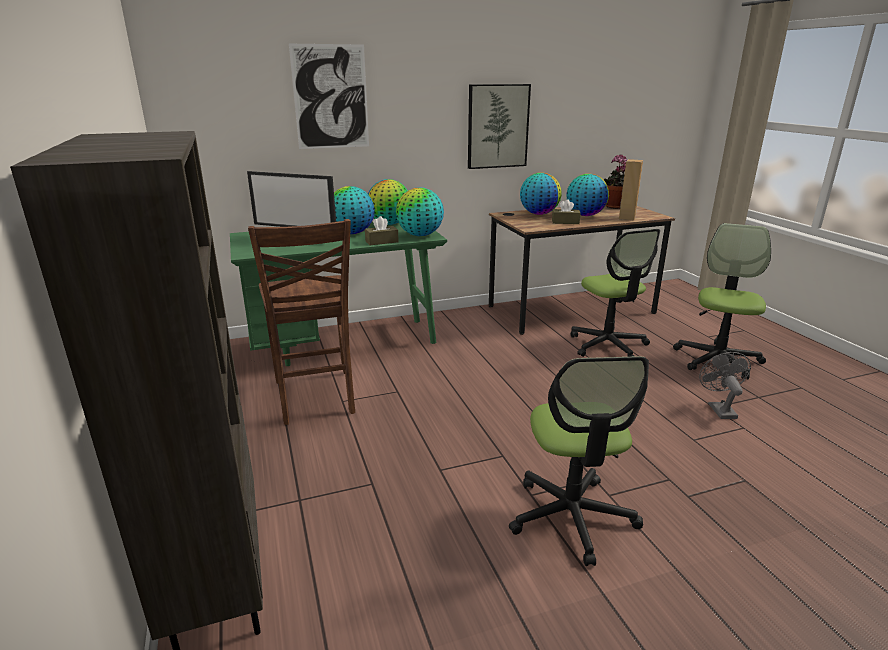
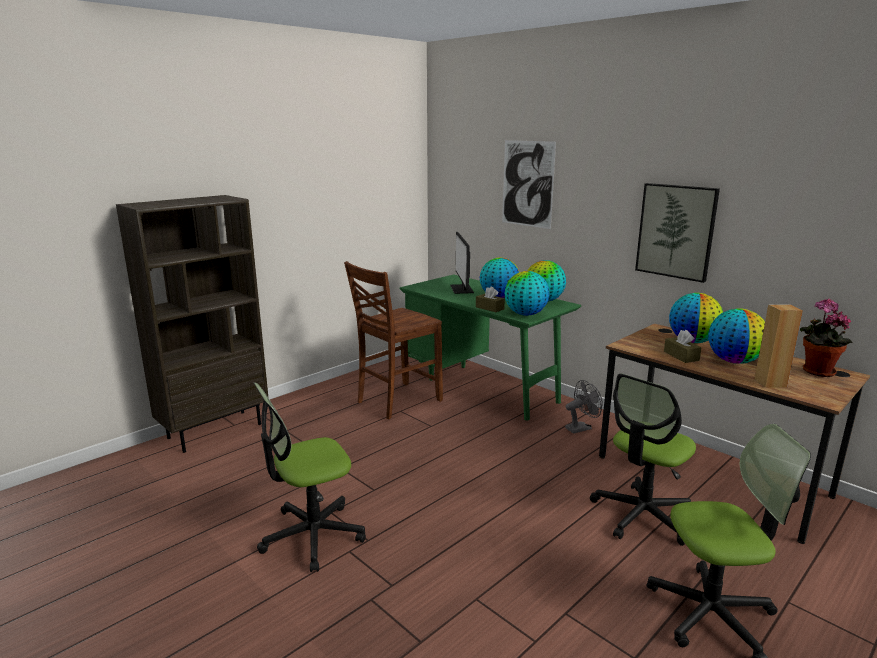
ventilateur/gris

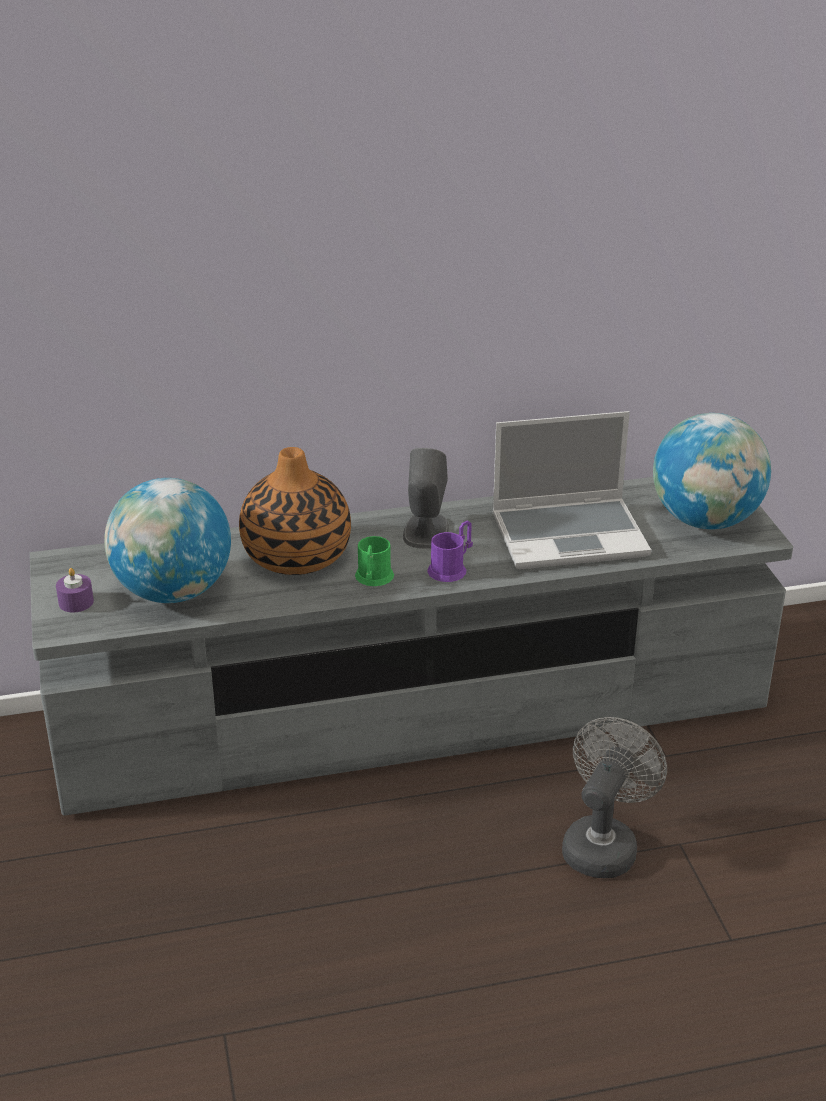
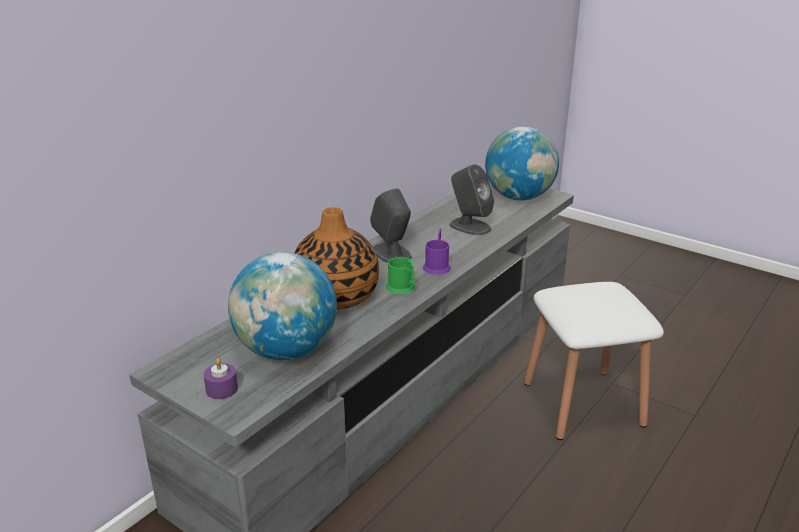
enceinte/gris (no. 2 from left)
tabouret/blanc

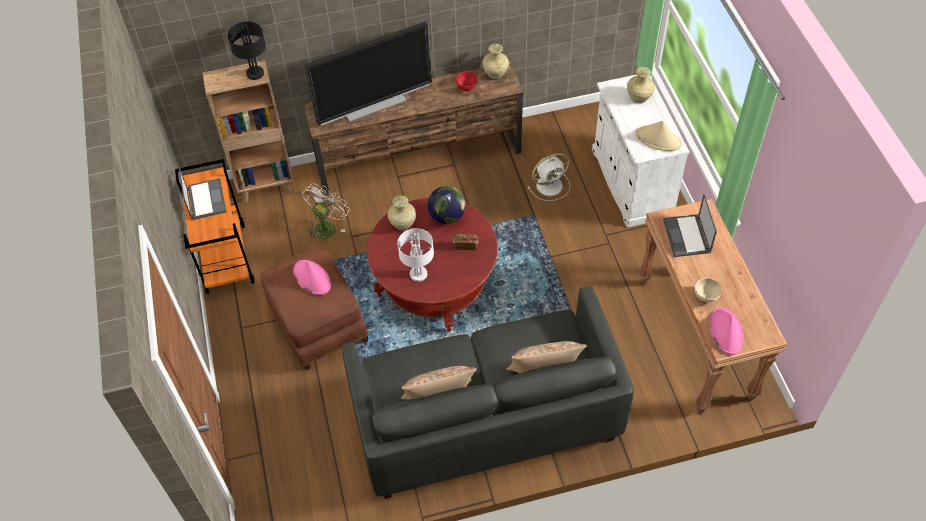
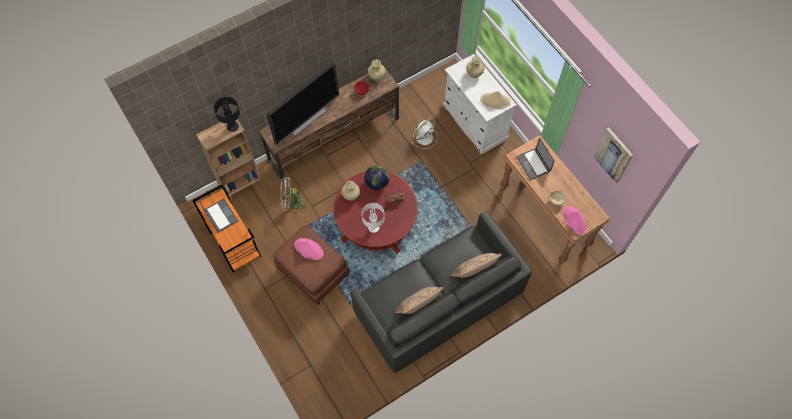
ventilateur/blanc (no. 1 from left)
tableau

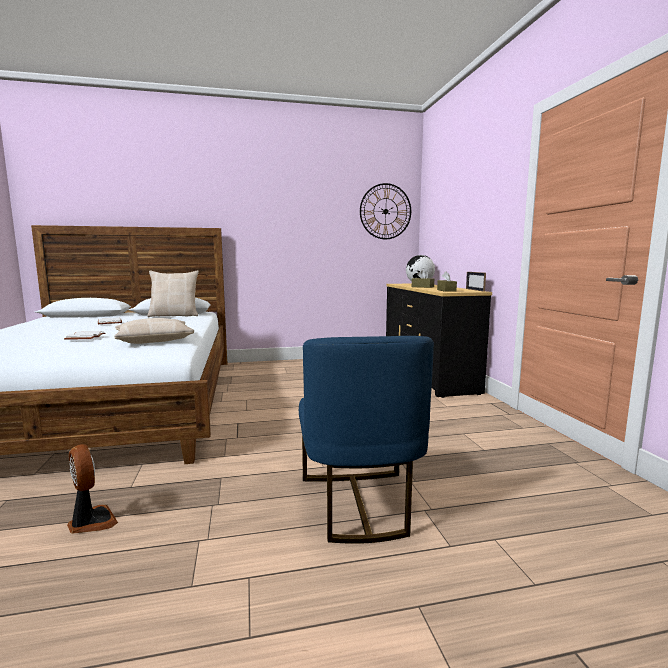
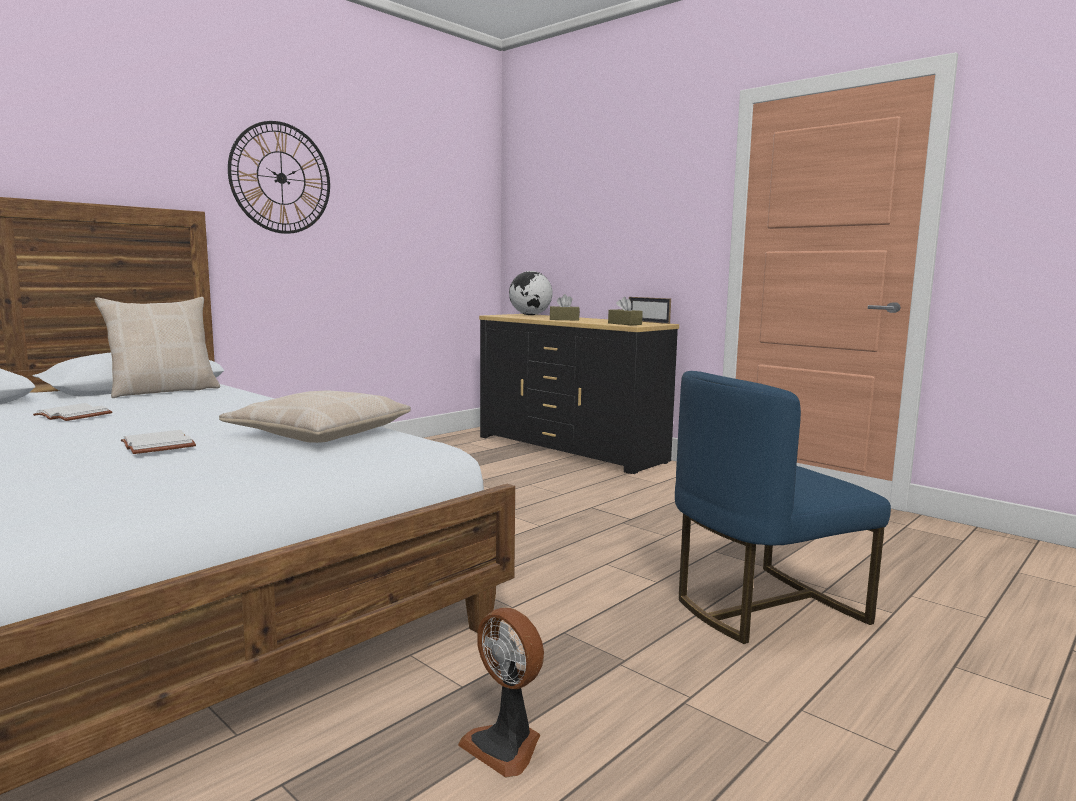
ventilateur
chaise/bleu
horloge murale

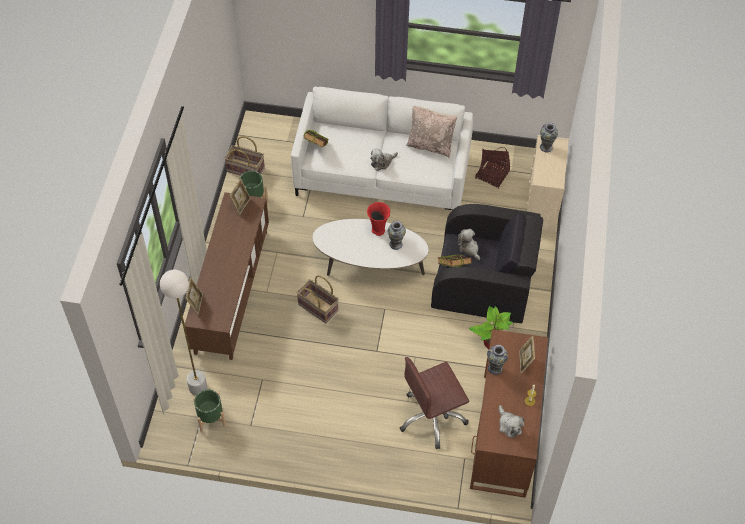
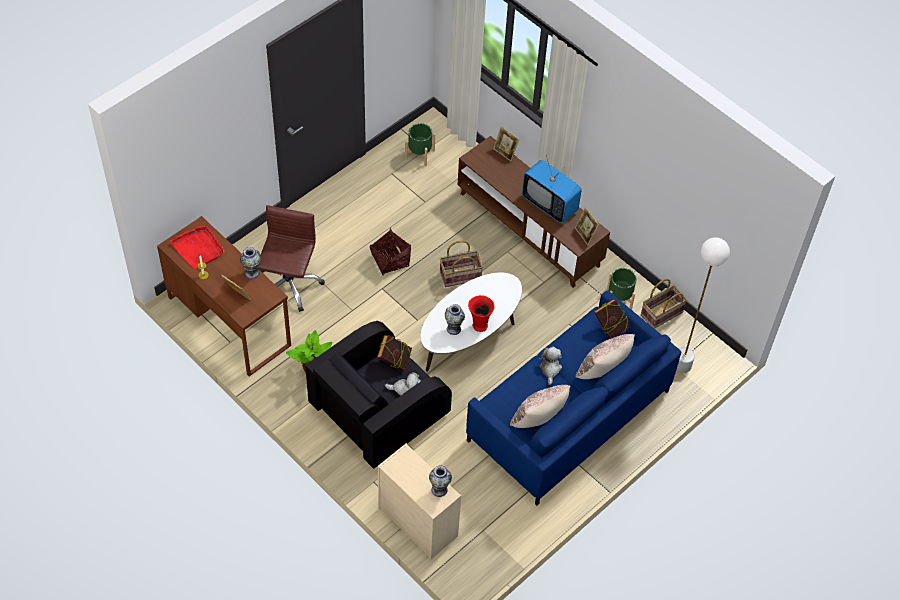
lampadaire/blanc
canapé/bleu
panier (no. 1 from left)
plateau/rouge
téléviseur
coussin/beige (no. 2 from left)

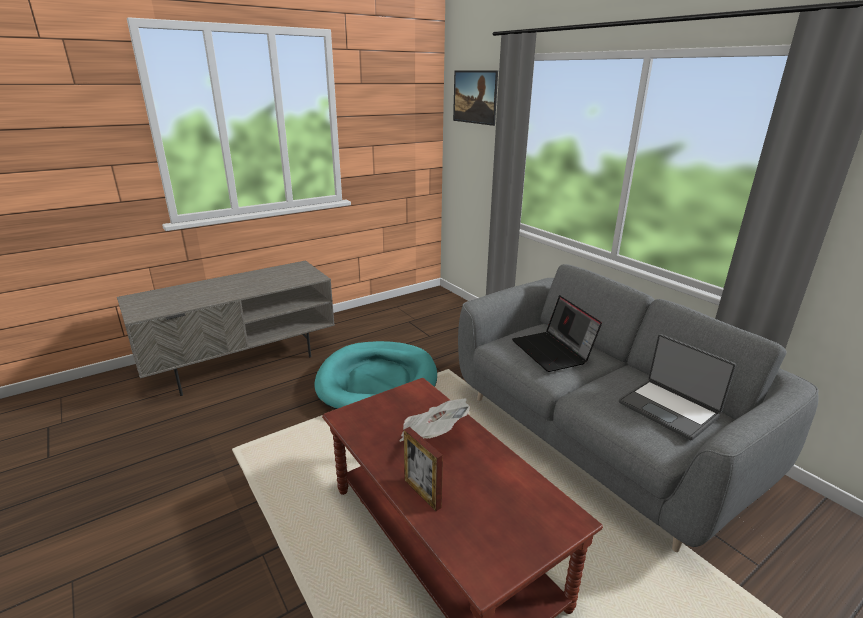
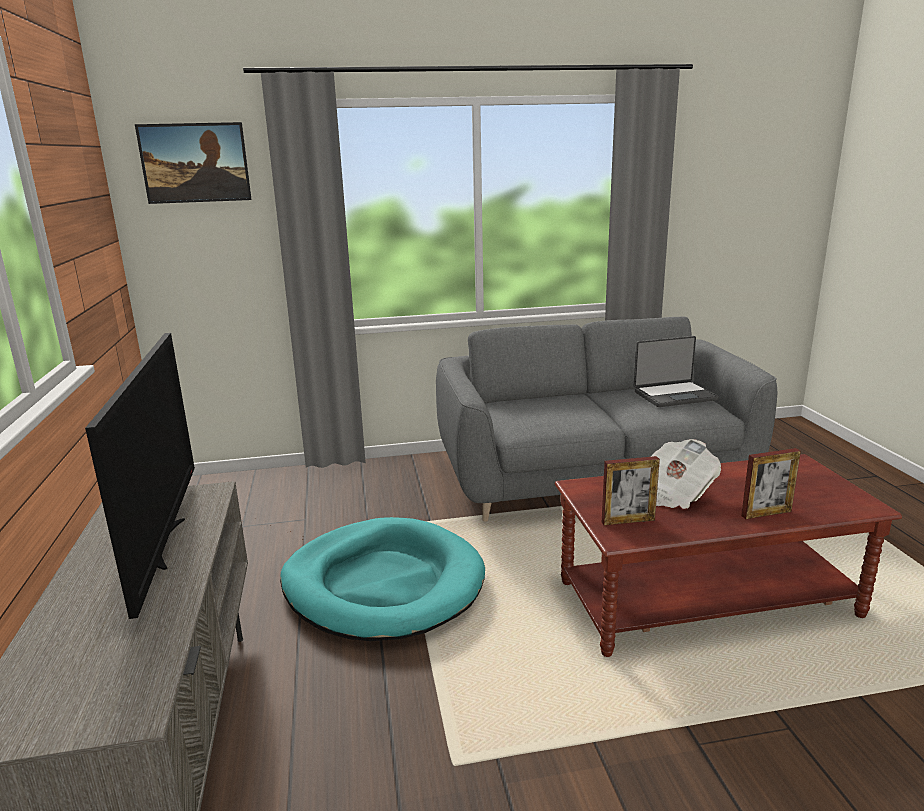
ordinateur portable (no. 1 from left in the first image)
téléviseur
cadre photo (no. 1 from left)

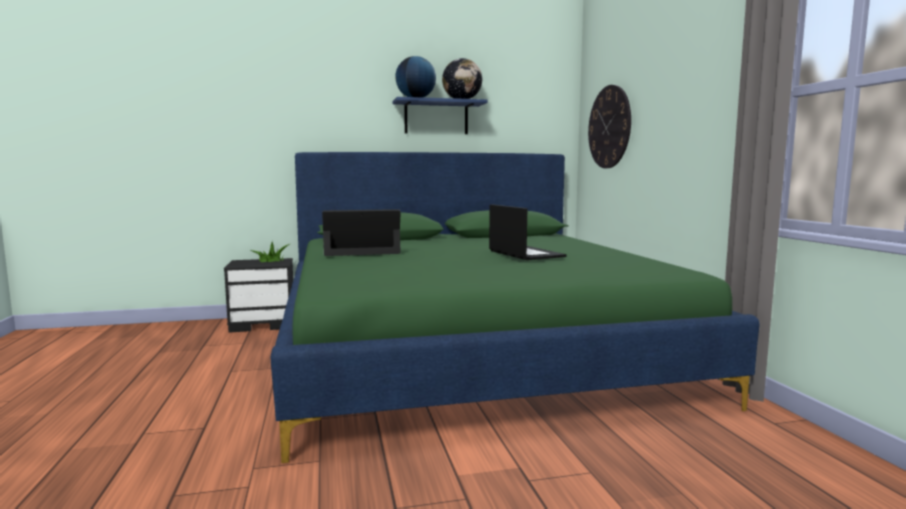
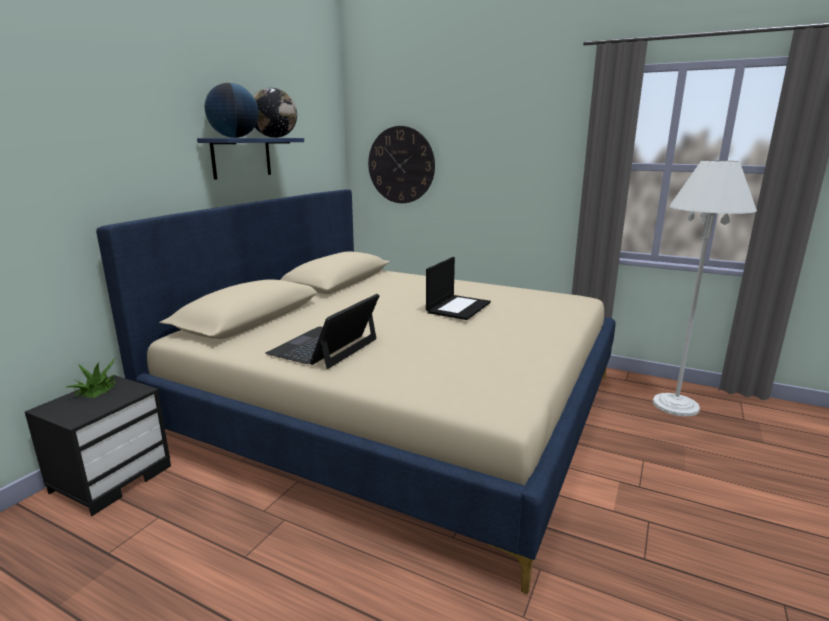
lit/beige
ordinateur portable (no. 2 from left)
lampadaire/blanc

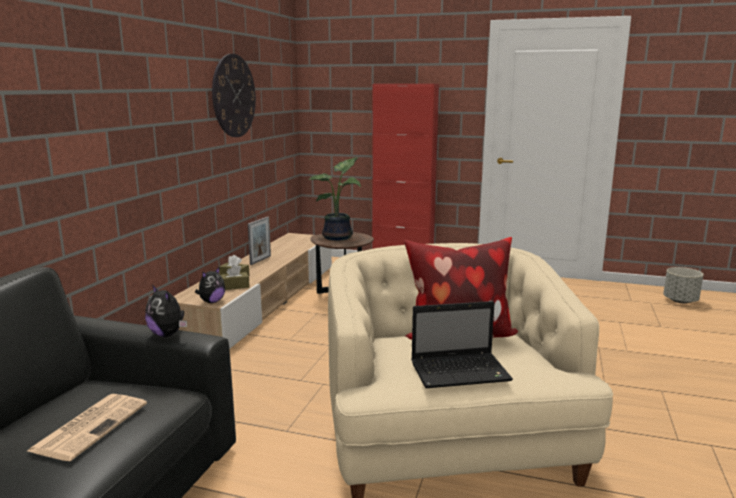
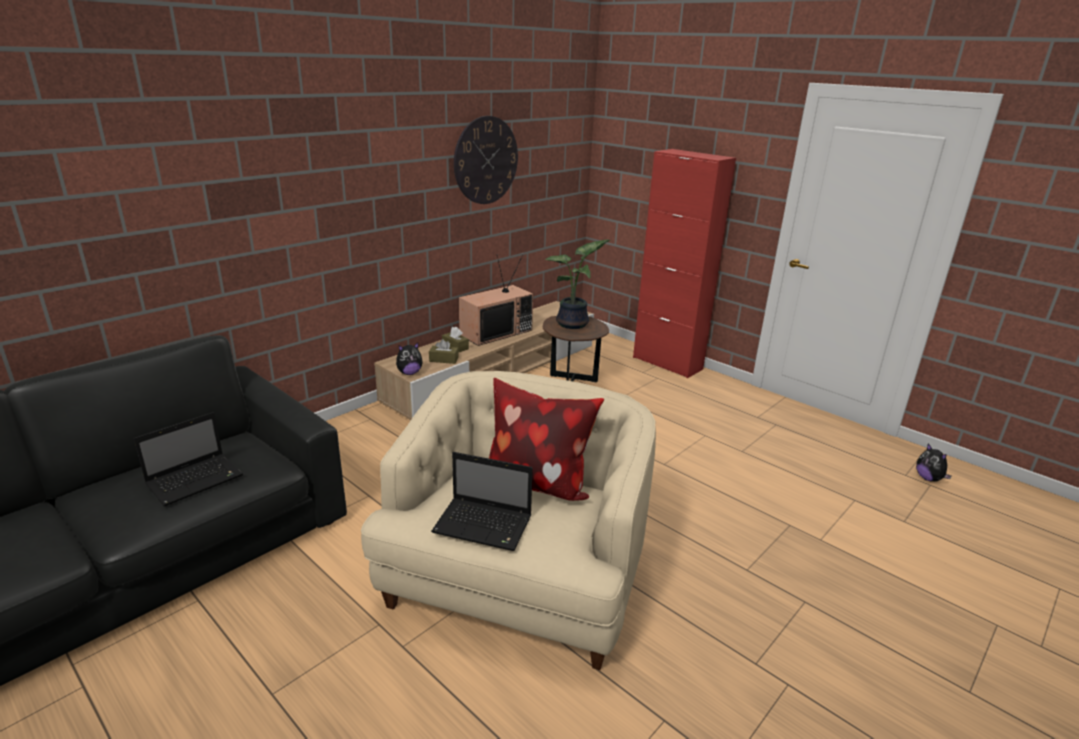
ordinateur portable (no. 1 from left)
peluche (no. 2 from left)
téléviseur
cache-pot/gris

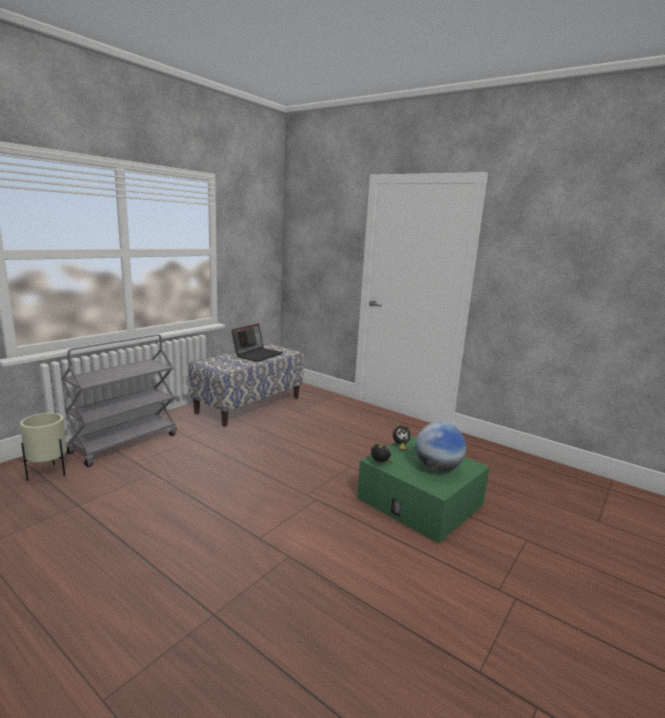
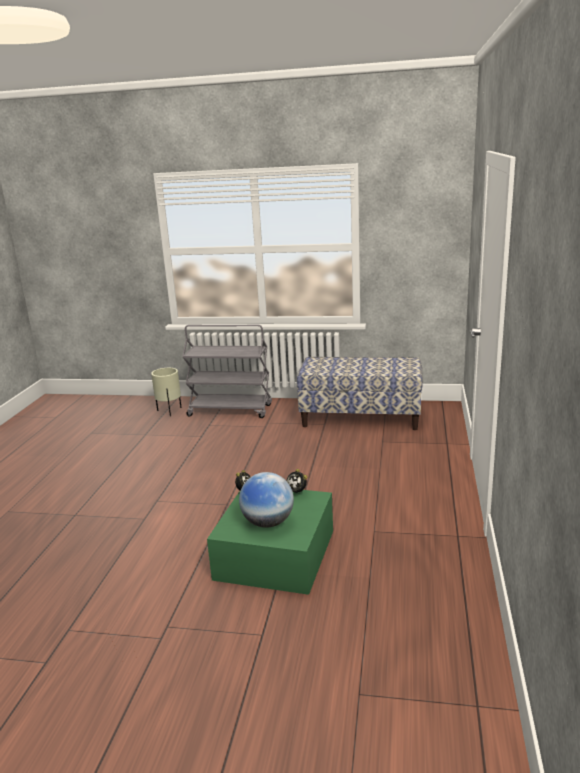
ordinateur portable

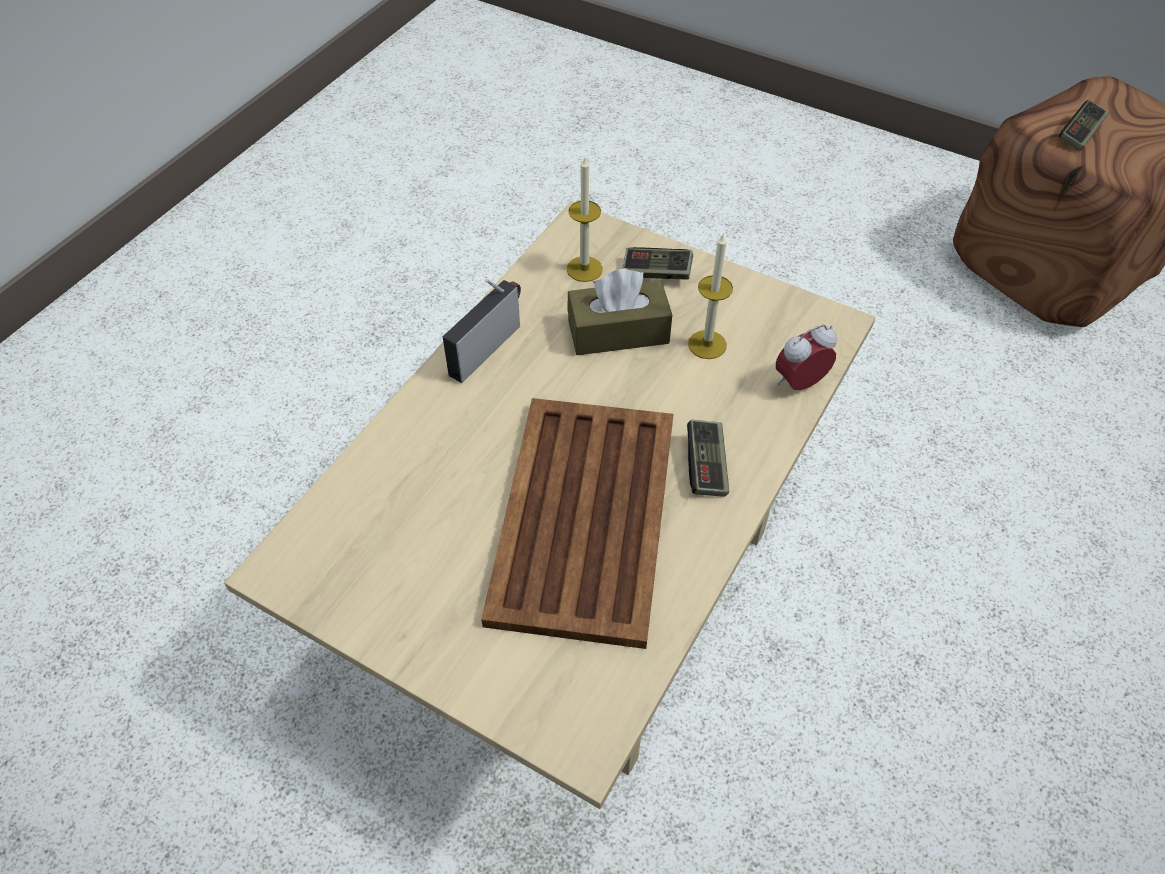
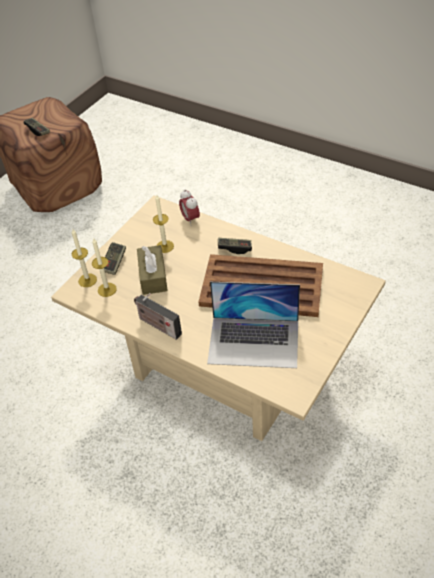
bougie (no. 1 from left)
ordinateur portable

